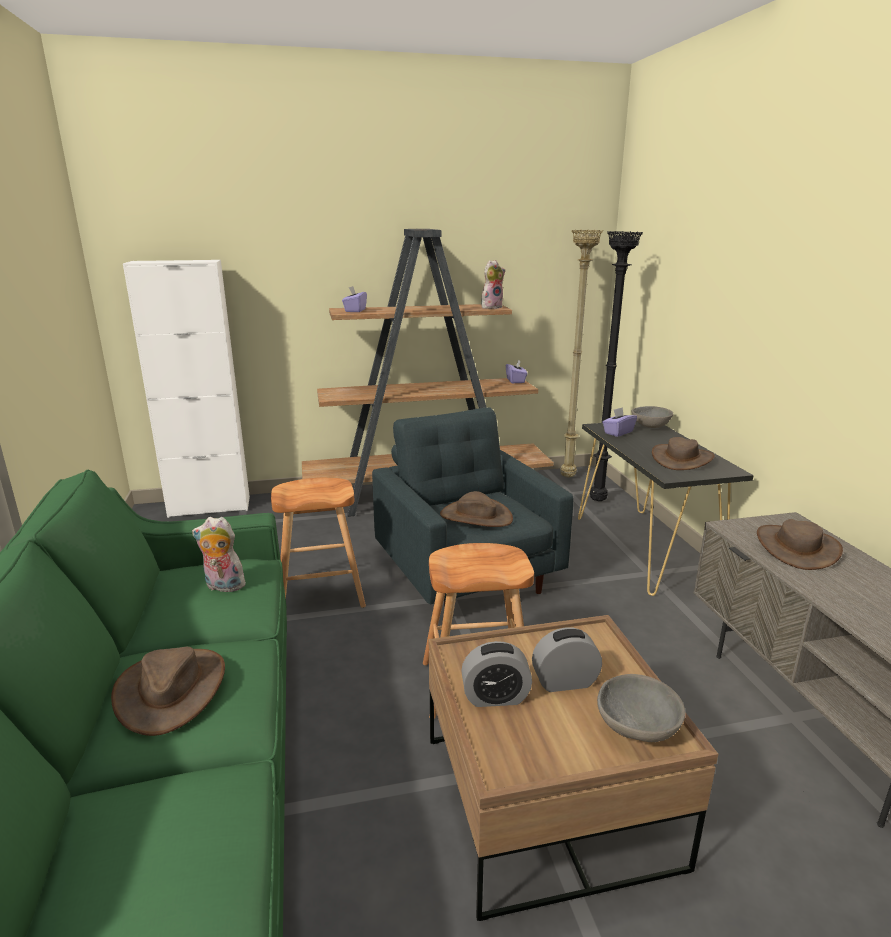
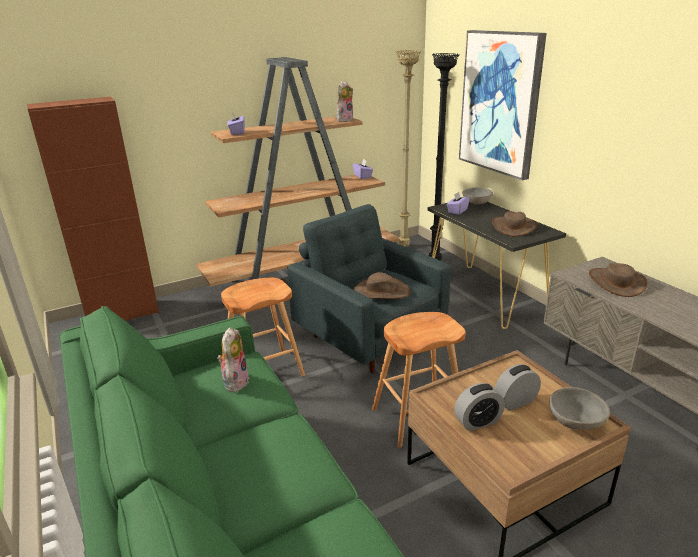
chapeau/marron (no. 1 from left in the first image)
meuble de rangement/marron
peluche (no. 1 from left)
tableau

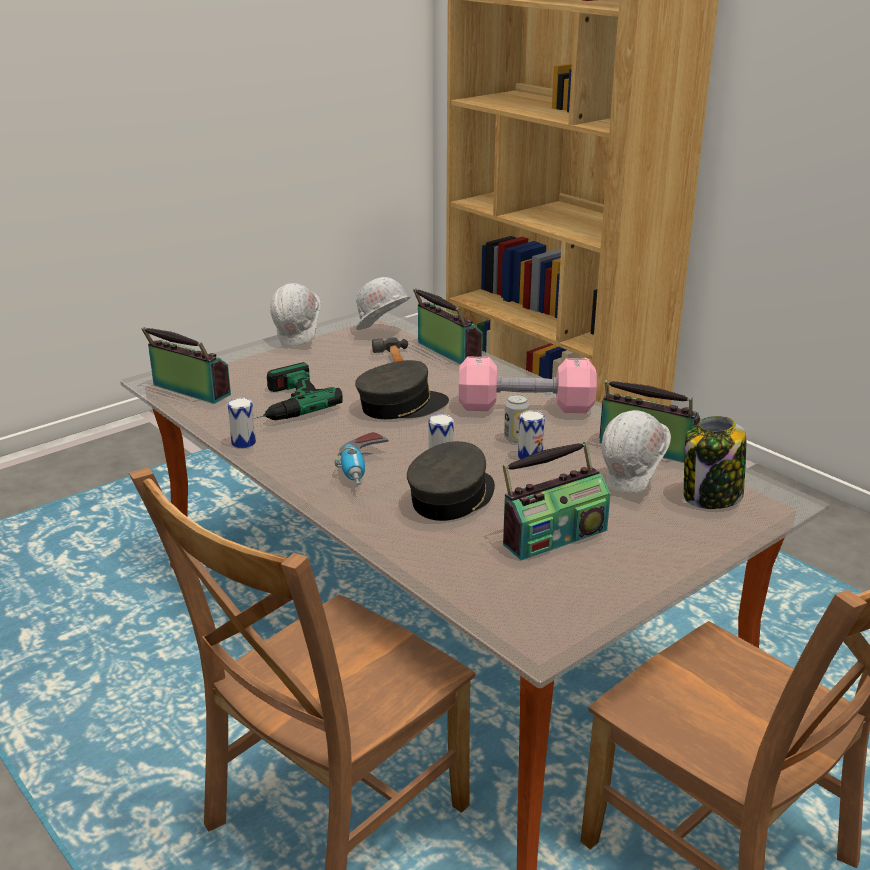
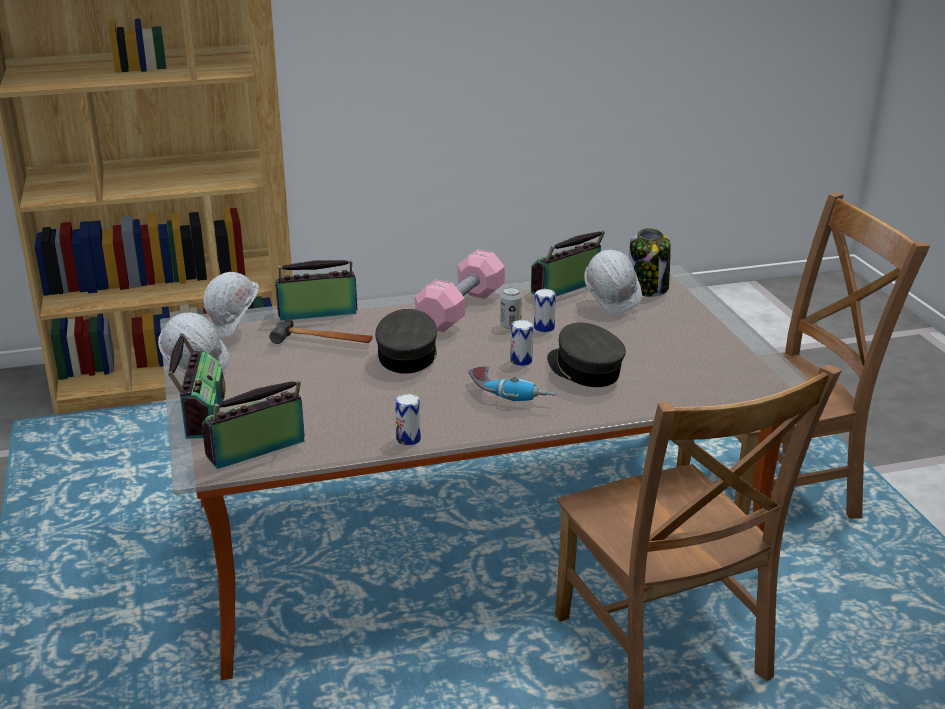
perceuse (no. 1 from left in the first image)
radio (no. 1 from left)

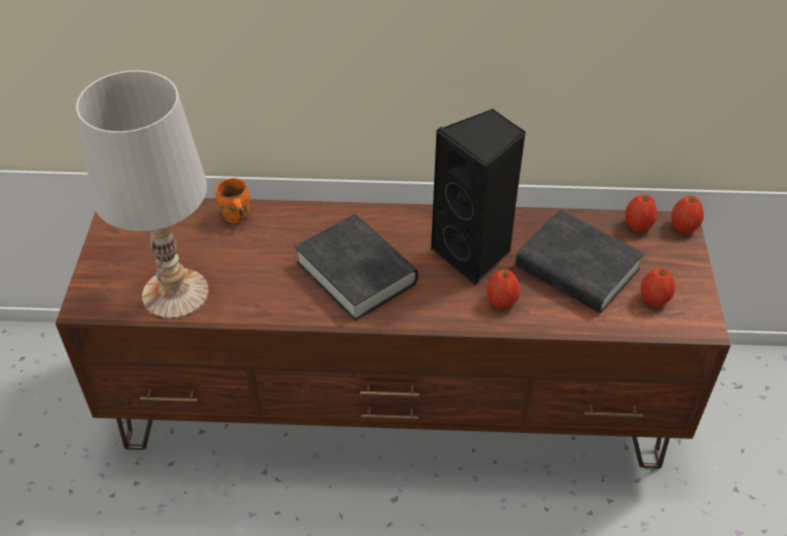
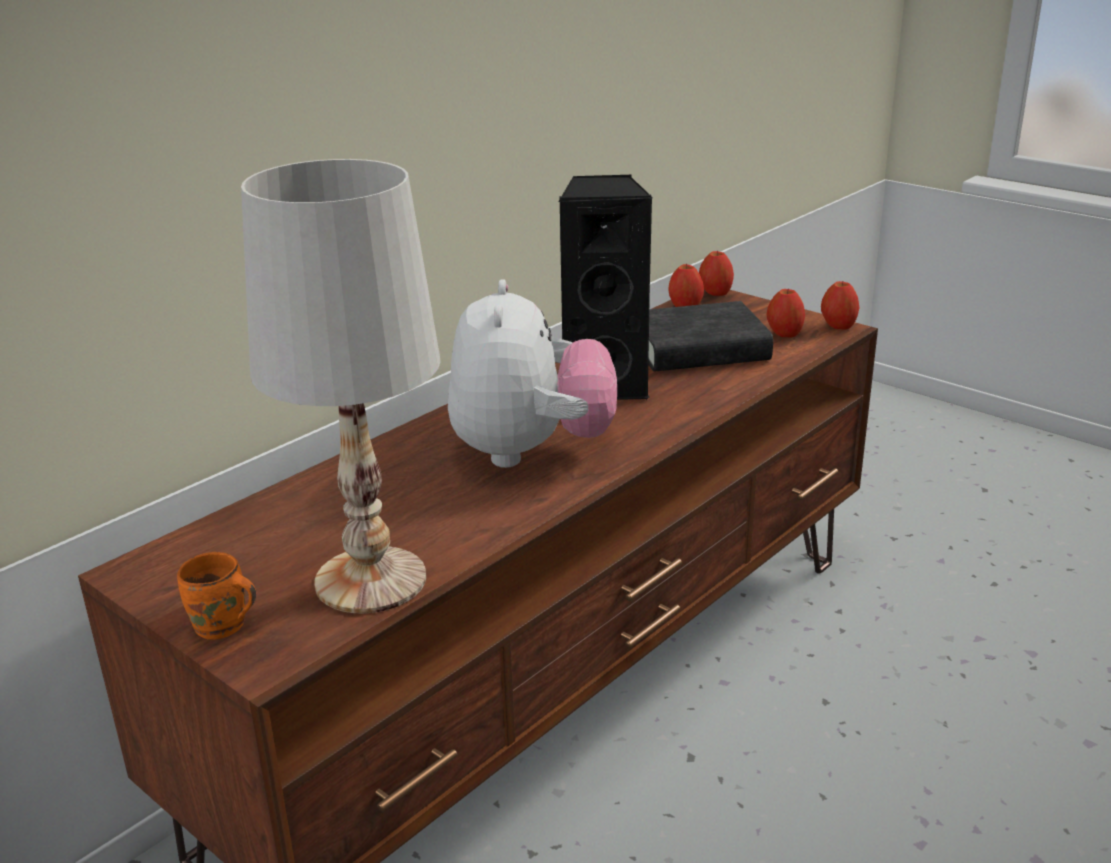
mug/orange
peluche
pomme (no. 4 from left)

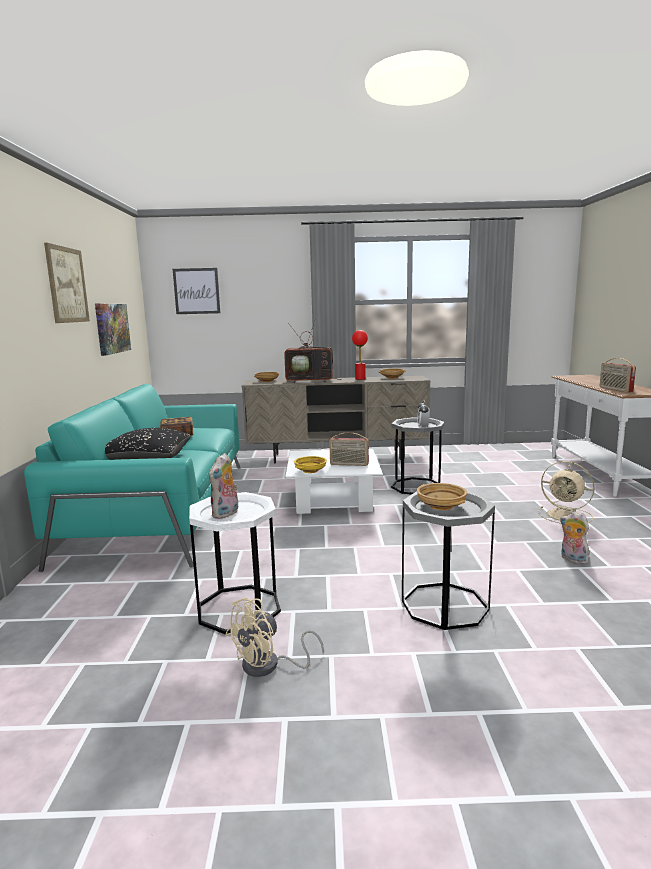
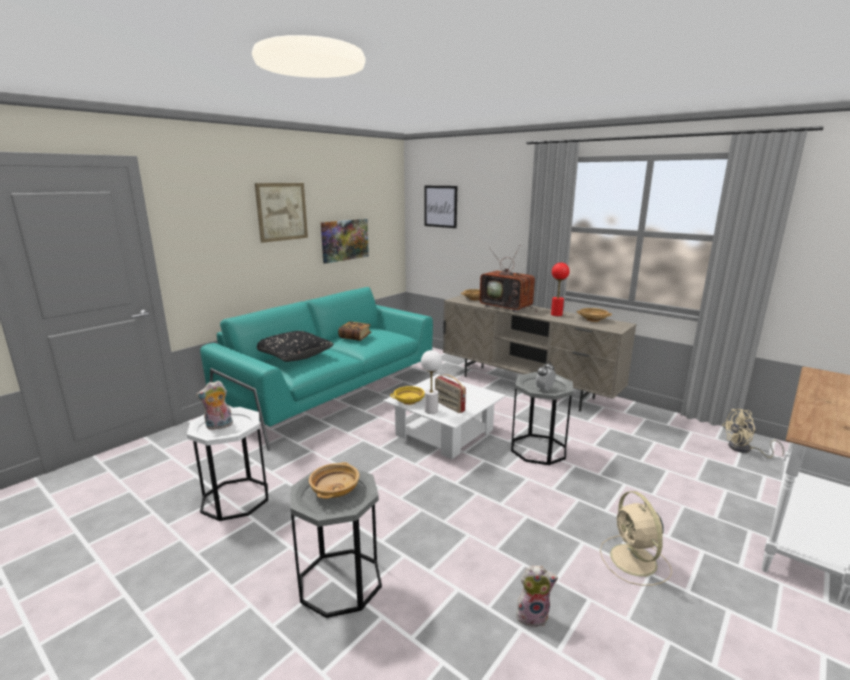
ventilateur/beige (no. 2 from left)
peluche (no. 2 from left)
radio (no. 2 from left in the first image)
lampe de table/blanc

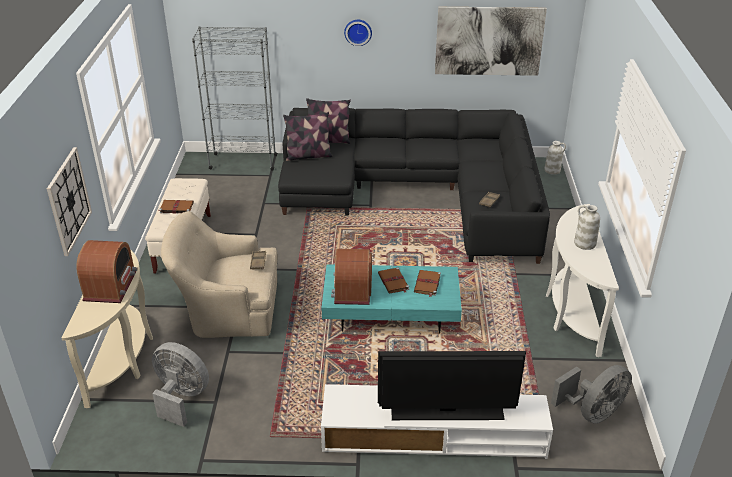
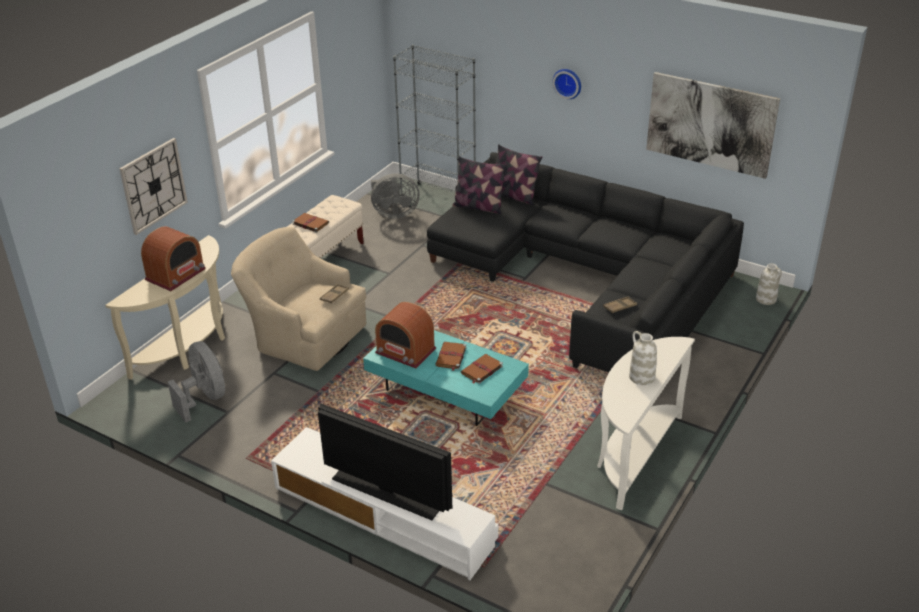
radio (no. 2 from left)
ventilateur/gris (no. 2 from left)

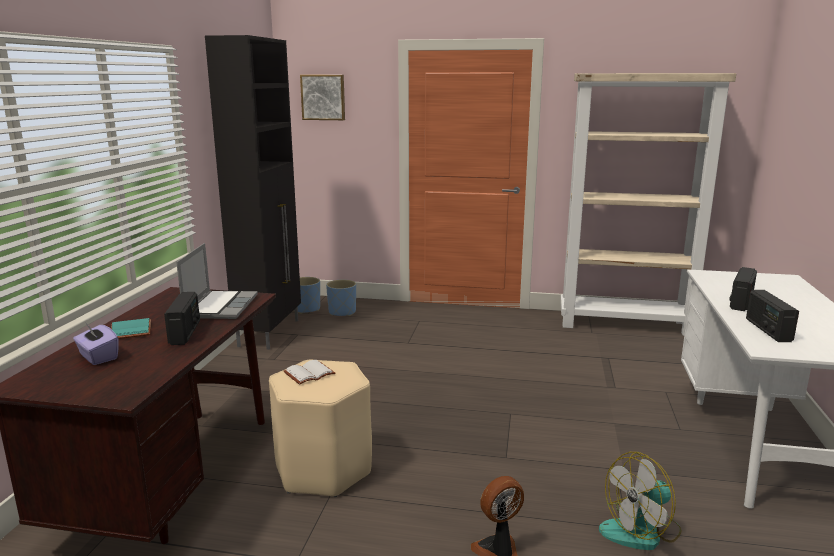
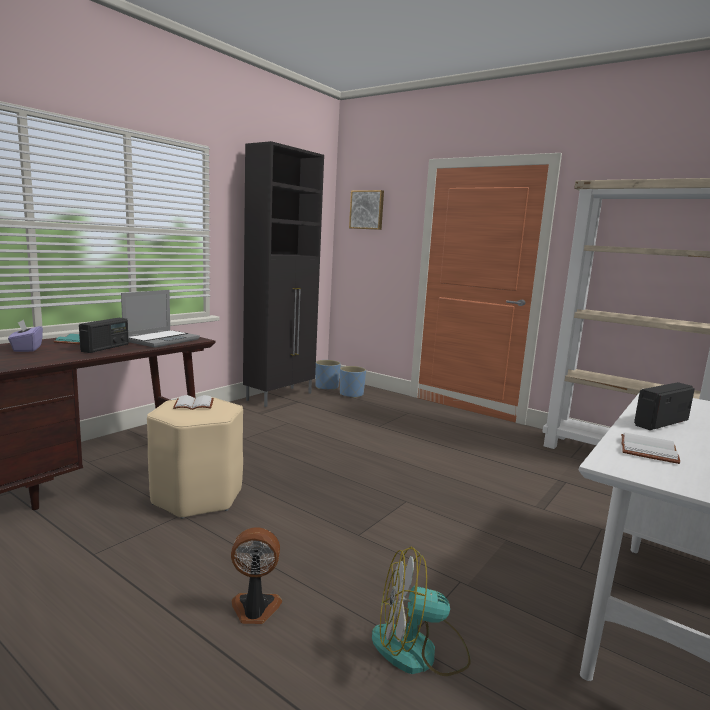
livre/blanc (no. 2 from left)

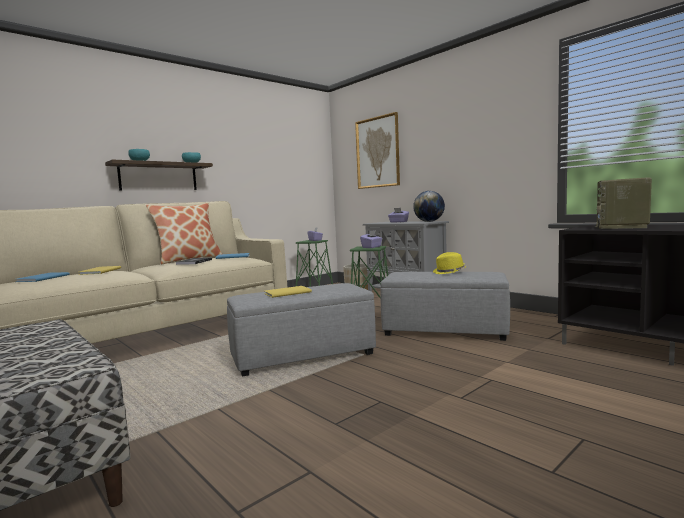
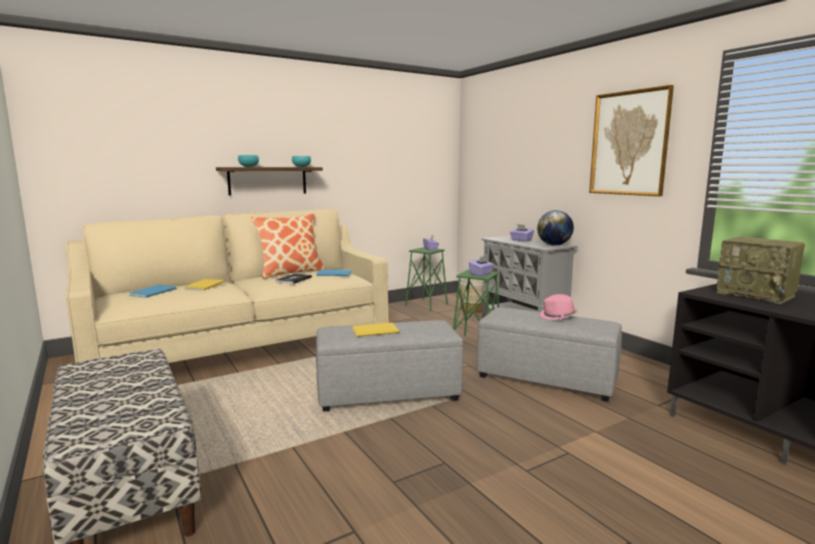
tableau
chapeau/rose
radio

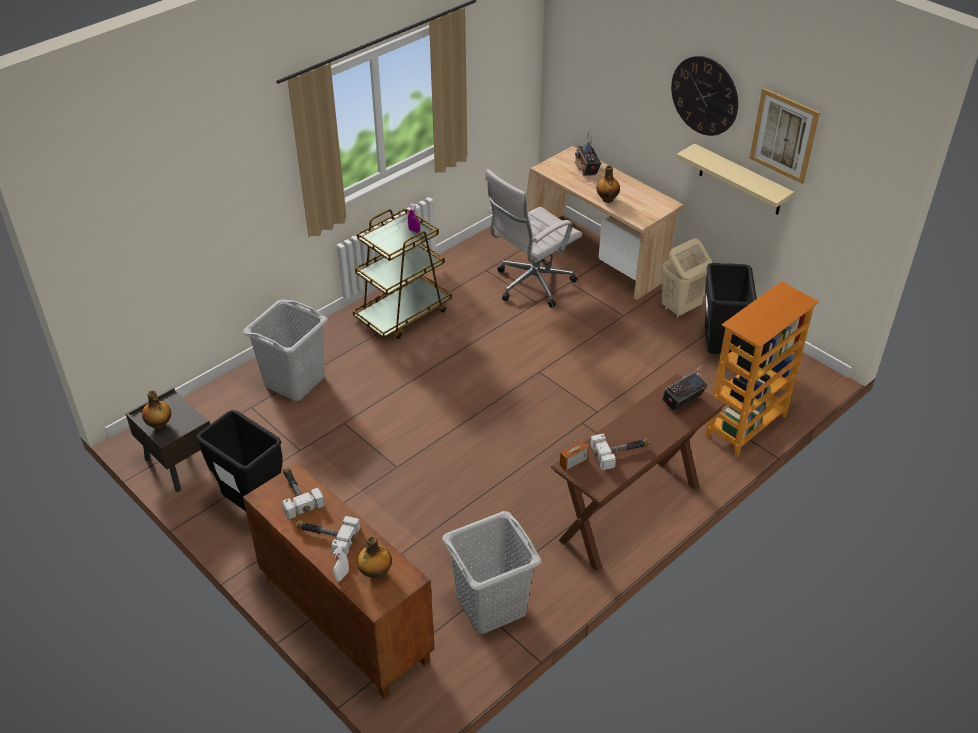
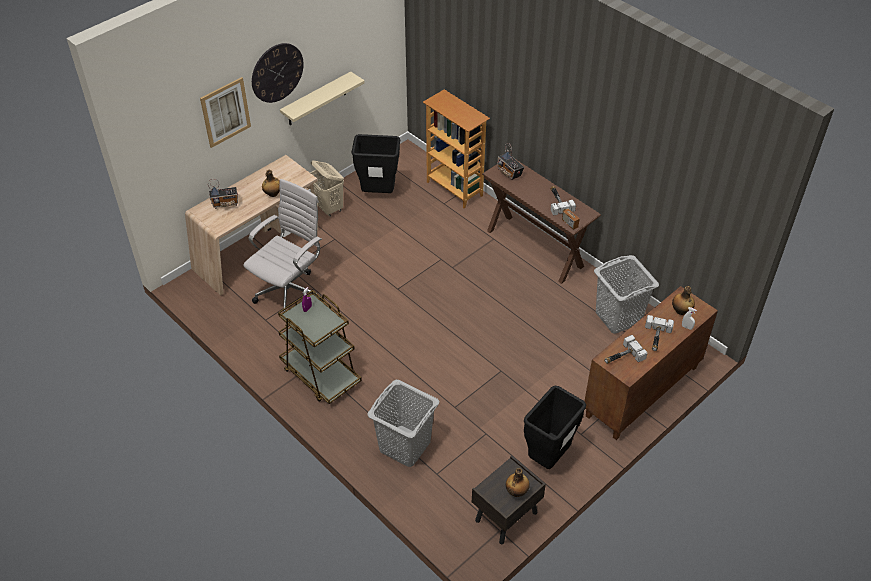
chaise de bureau/blanc
tableau

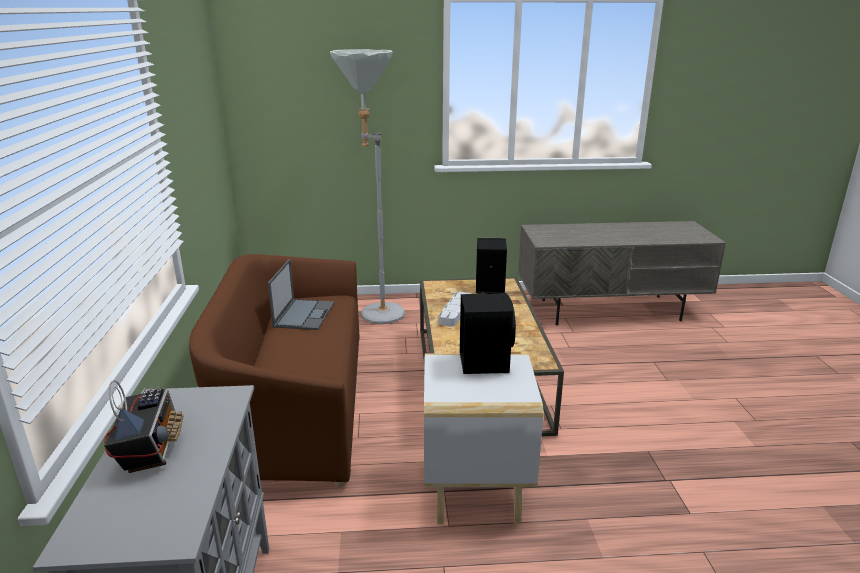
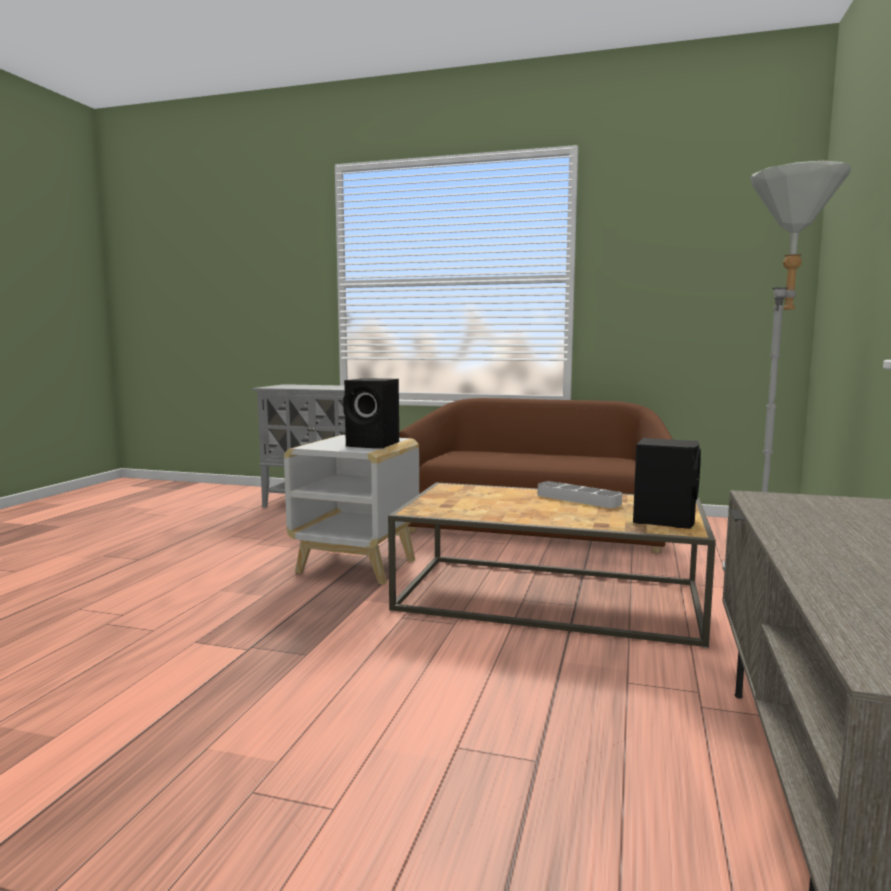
radio
ordinateur portable

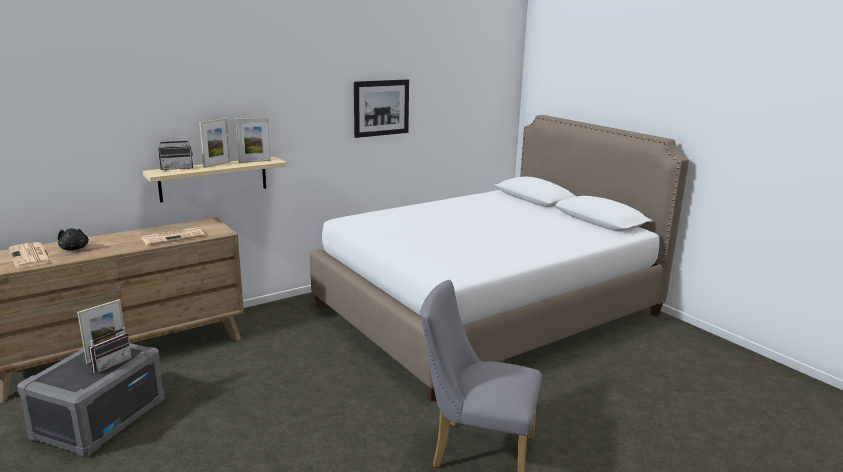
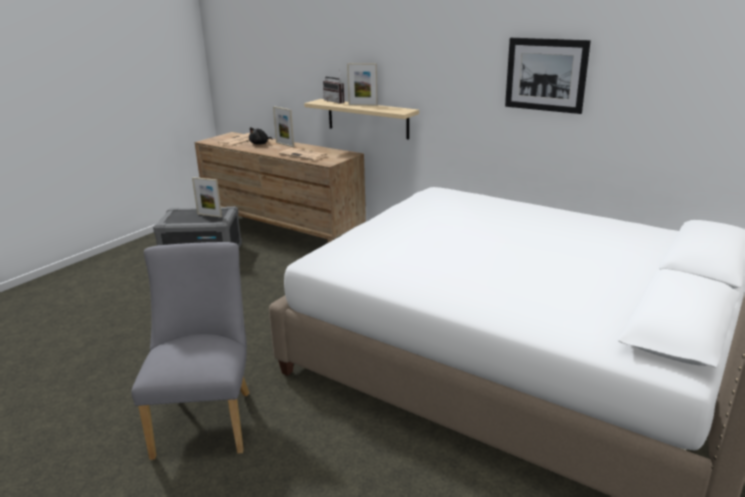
radio (no. 1 from left in the first image)
cadre photo (no. 2 from left)

